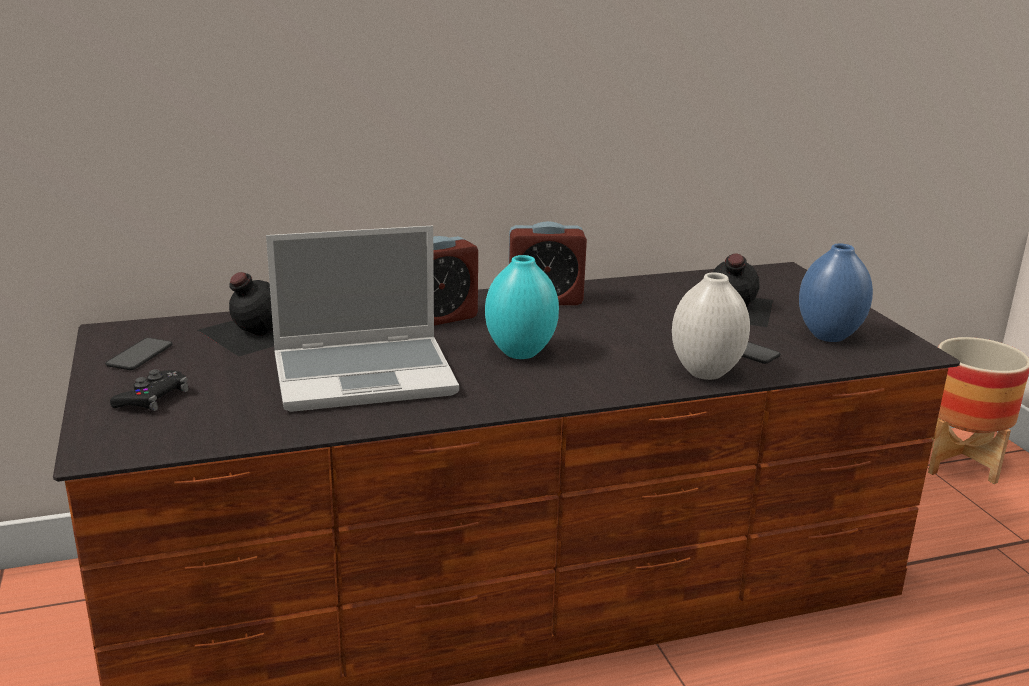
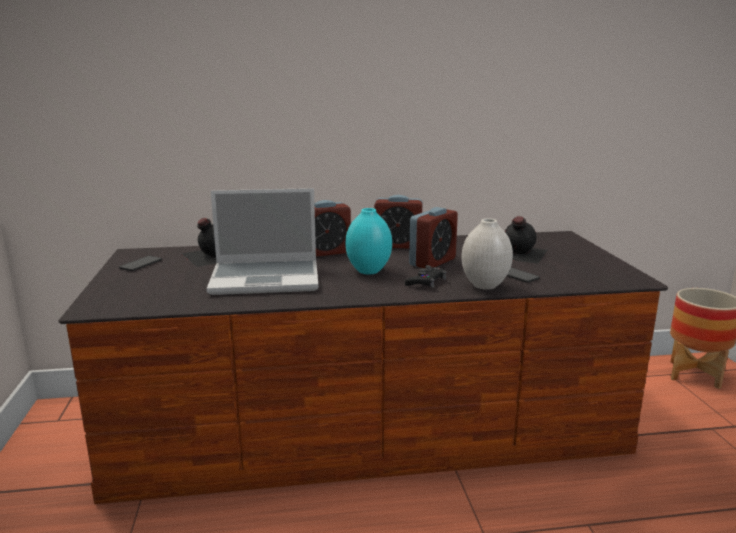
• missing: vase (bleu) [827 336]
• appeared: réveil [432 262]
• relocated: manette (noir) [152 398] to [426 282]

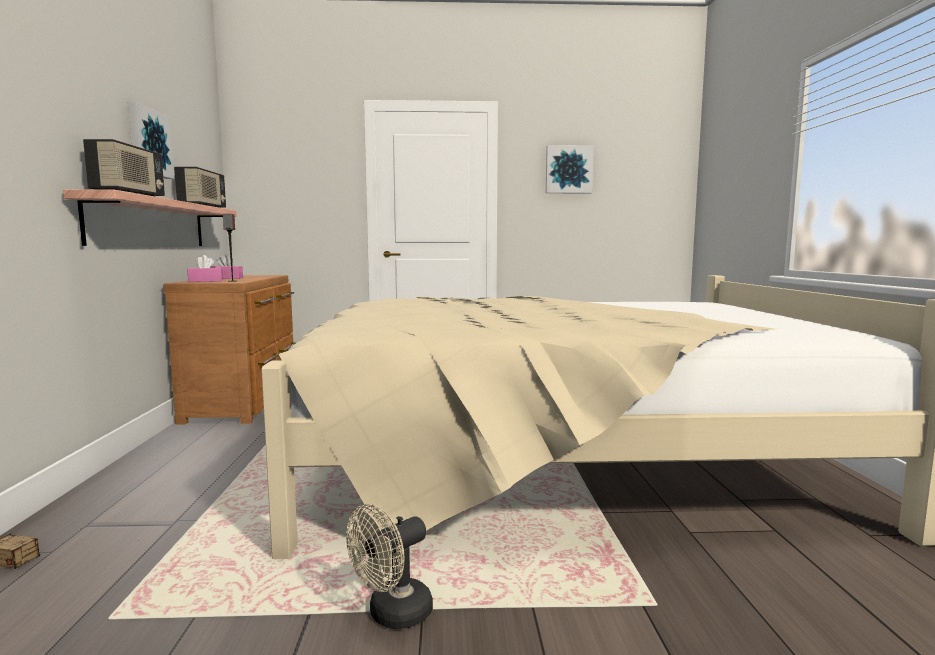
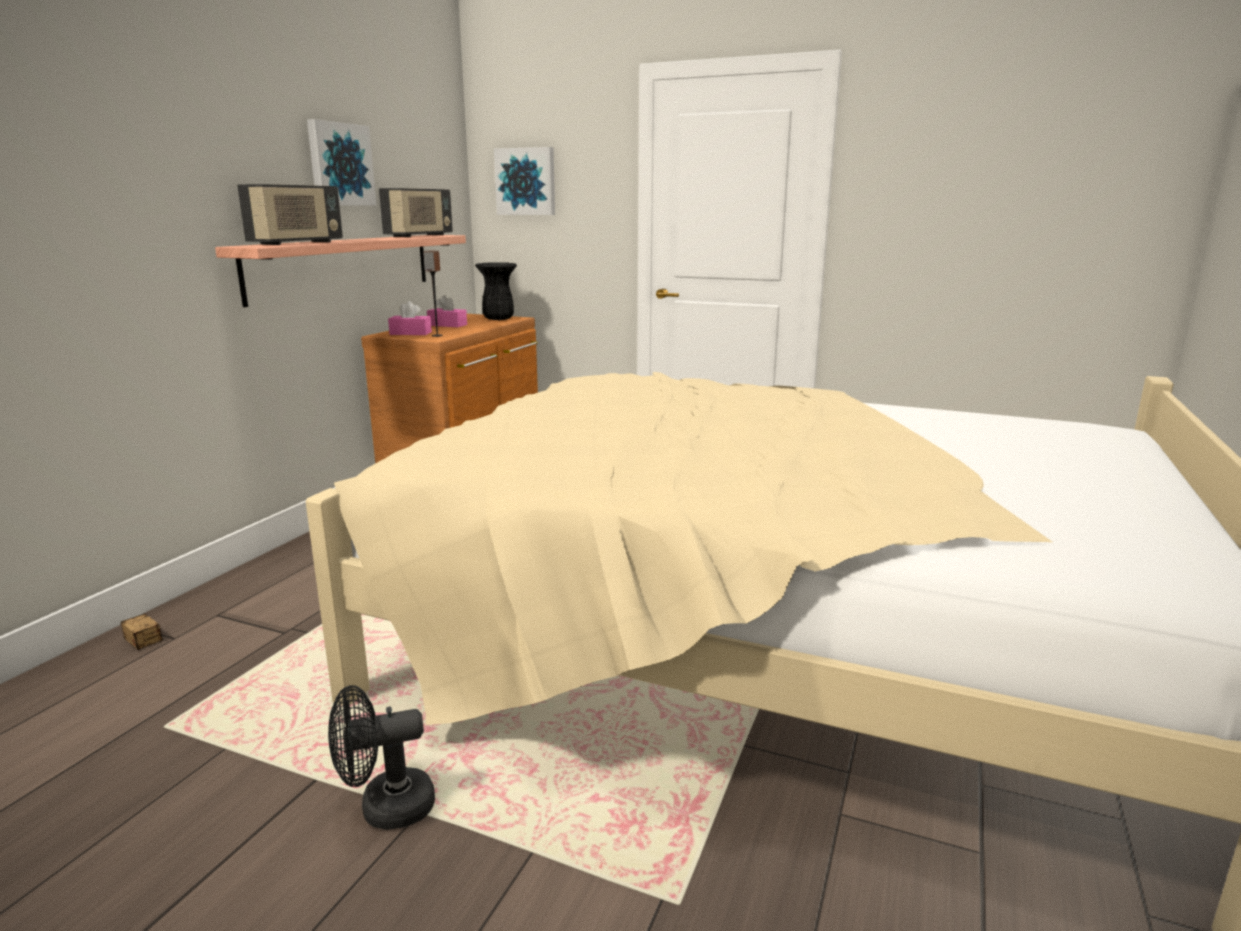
• appeared: vase (noir) [498 319]
• relocated: tableau [568 169] to [526 181]
• colour: ventilateur (beige) [392 615] to ventilateur (noir) [385 808]

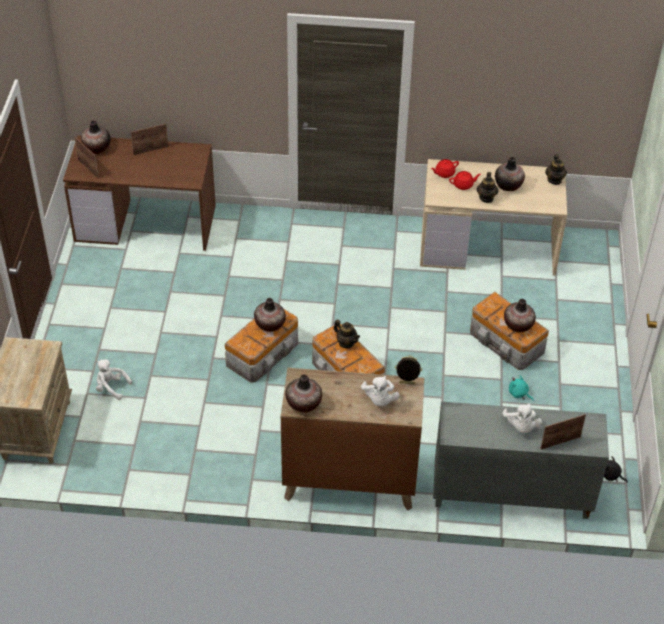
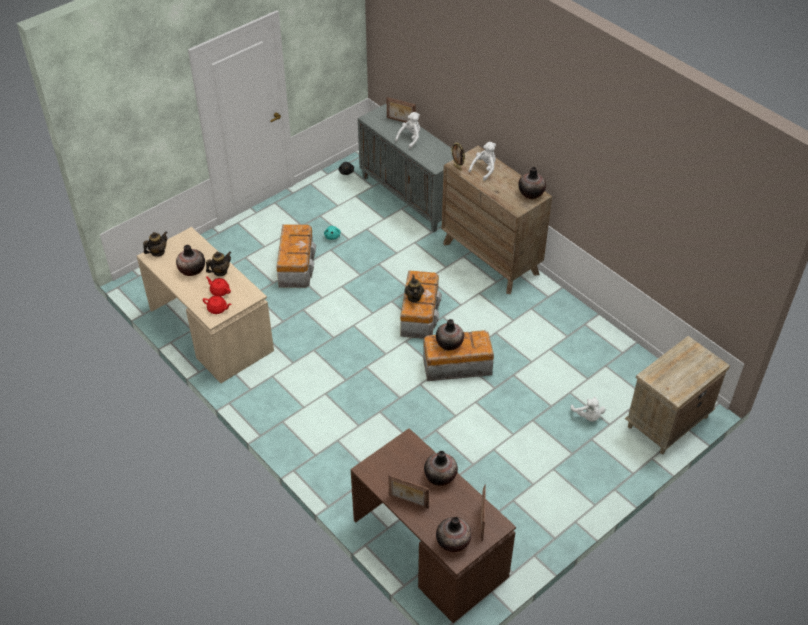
• relocated: vase [518 325] to [440 476]

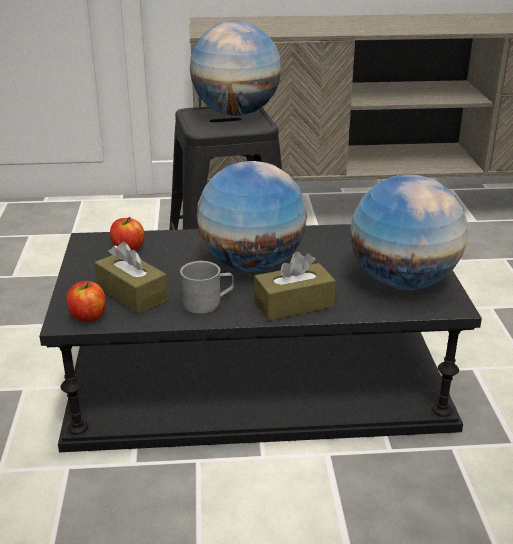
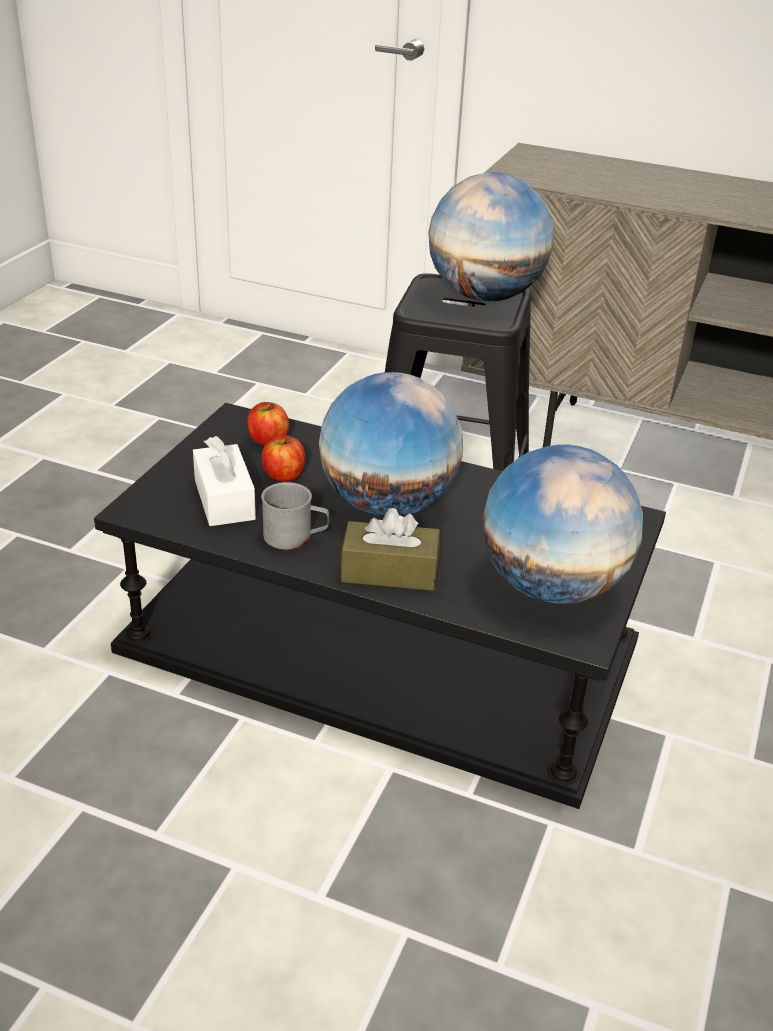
• relocated: pomme [88 316] to [283 475]
• colour: boîte à mouchoirs (marron) [132 294] to boîte à mouchoirs (blanc) [224 499]

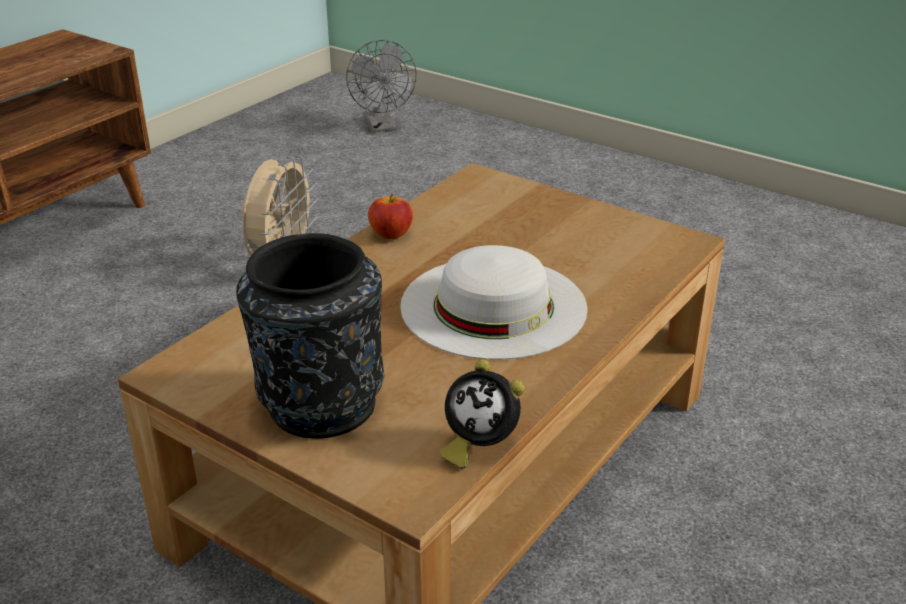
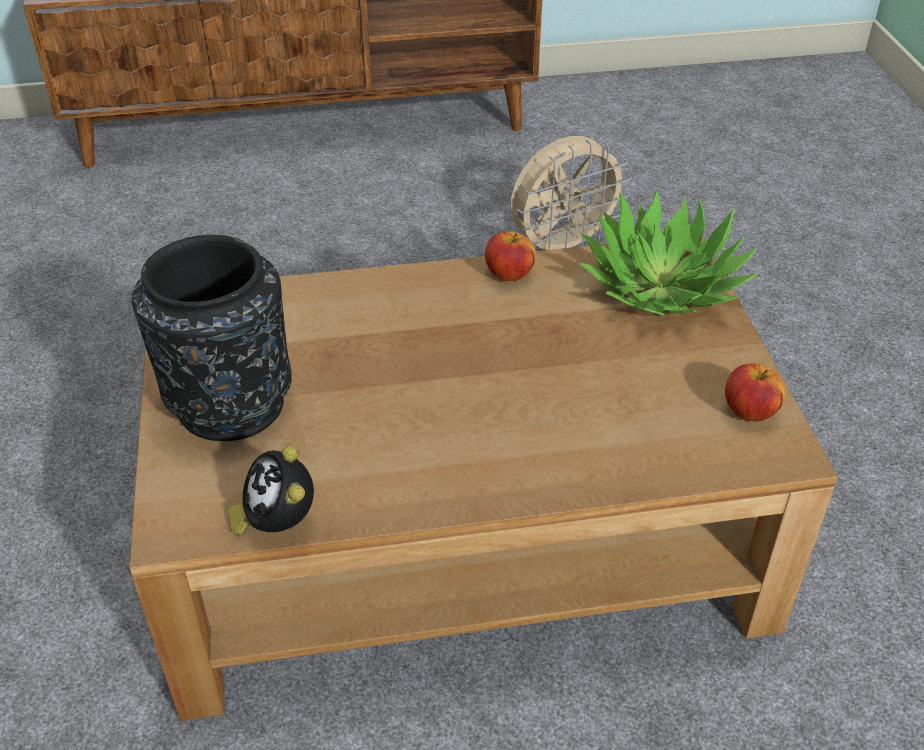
• missing: ventilateur (gris) [382 126]
• missing: chapeau (blanc) [493 306]
• appeared: plante en pot [662 285]
• appeared: pomme [749 411]

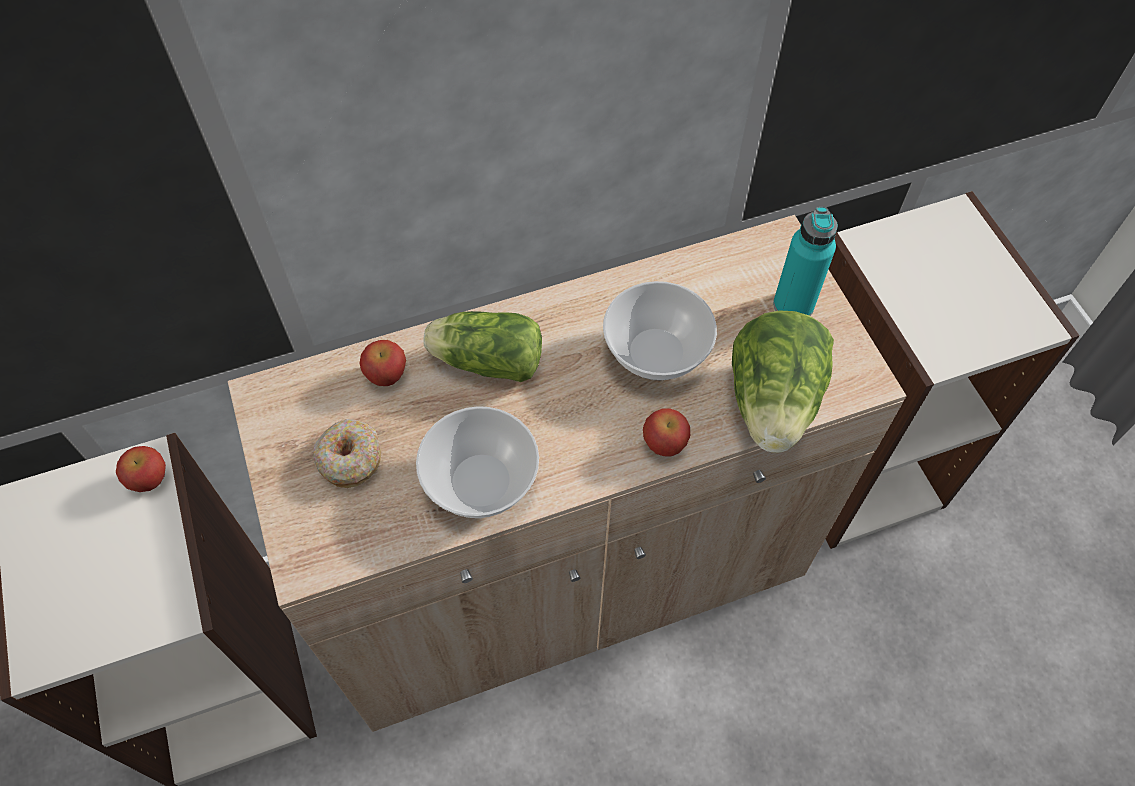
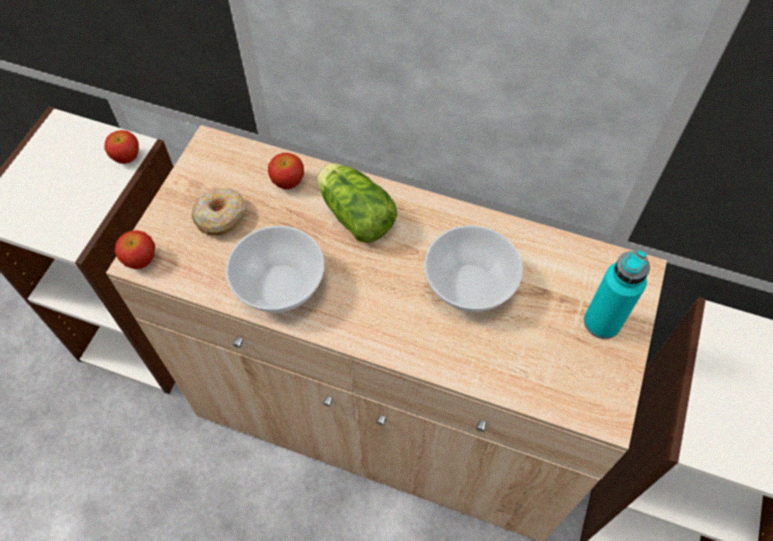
• missing: laitue [773 403]
• relocated: pomme [664 444] to [141 260]

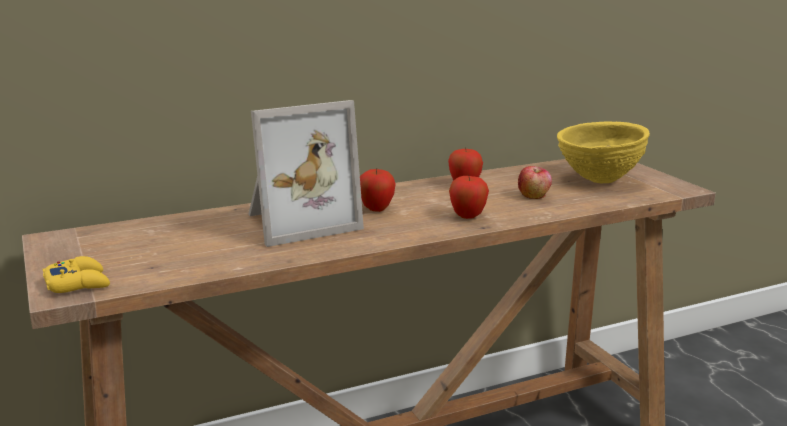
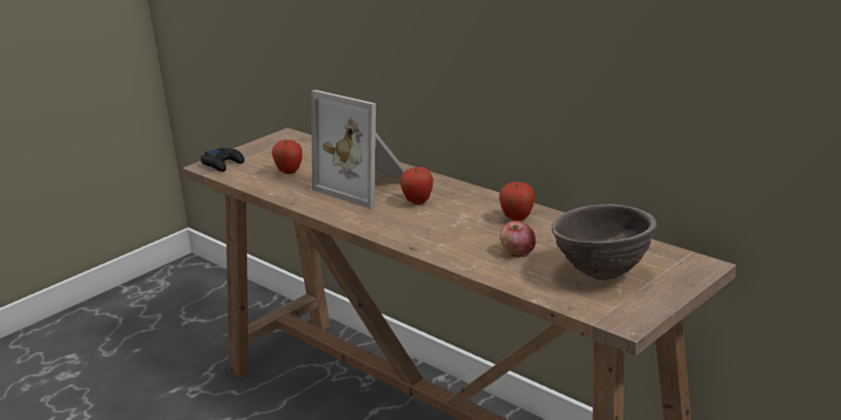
• relocated: pomme [468 217] to [289 172]
• colour: manette (jaune) [78 283] to manette (noir) [223 164]
• colour: bol (jaune) [599 181] to bol (marron) [603 274]

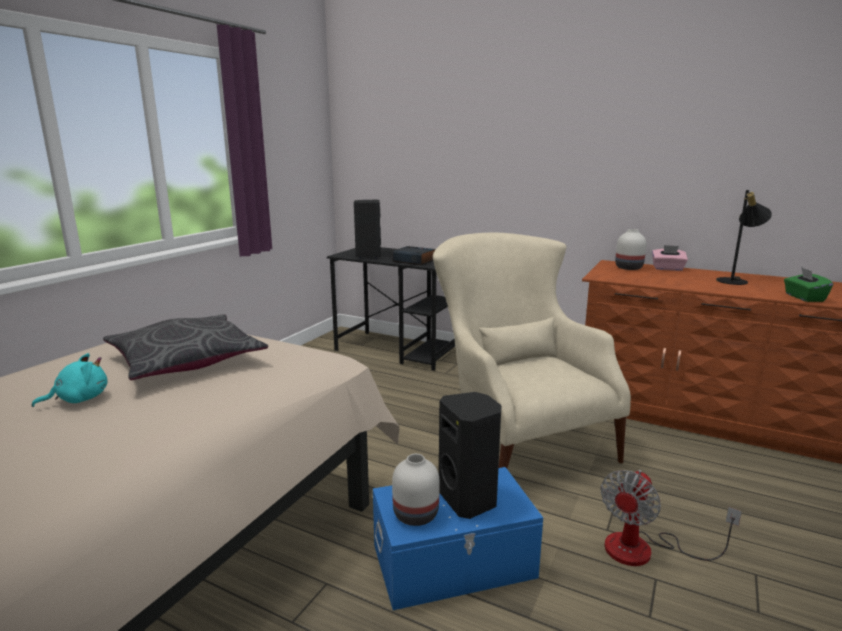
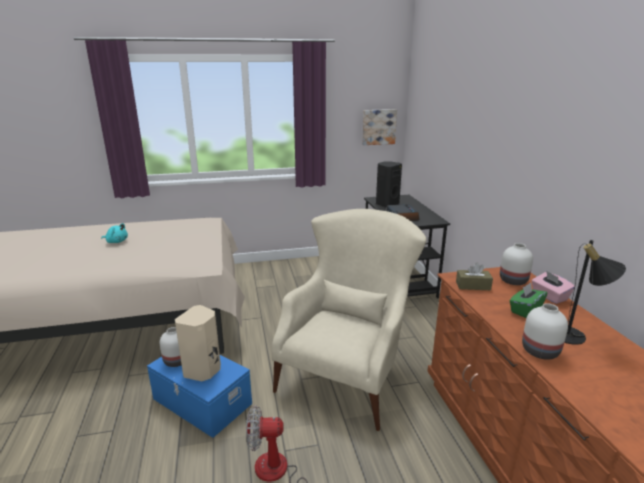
• missing: coussin (gris) [187 360]
• appeared: tableau [378 127]
• appeared: boîte à mouchoirs (marron) [473 286]
• appeared: vase (blanc) [539 351]
• relocated: boîte à mouchoirs (vert) [804 298] to [525 310]
• colour: enceinte (noir) [469 500] to enceinte (beige) [203 371]

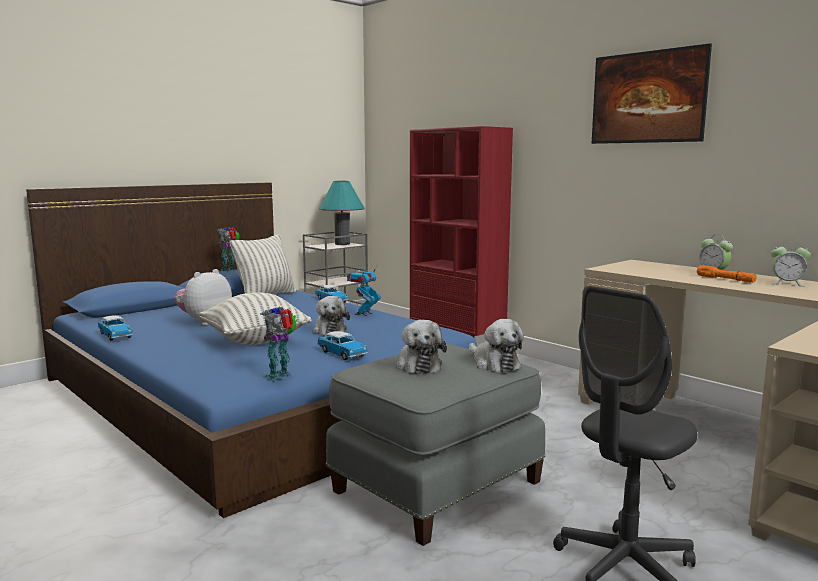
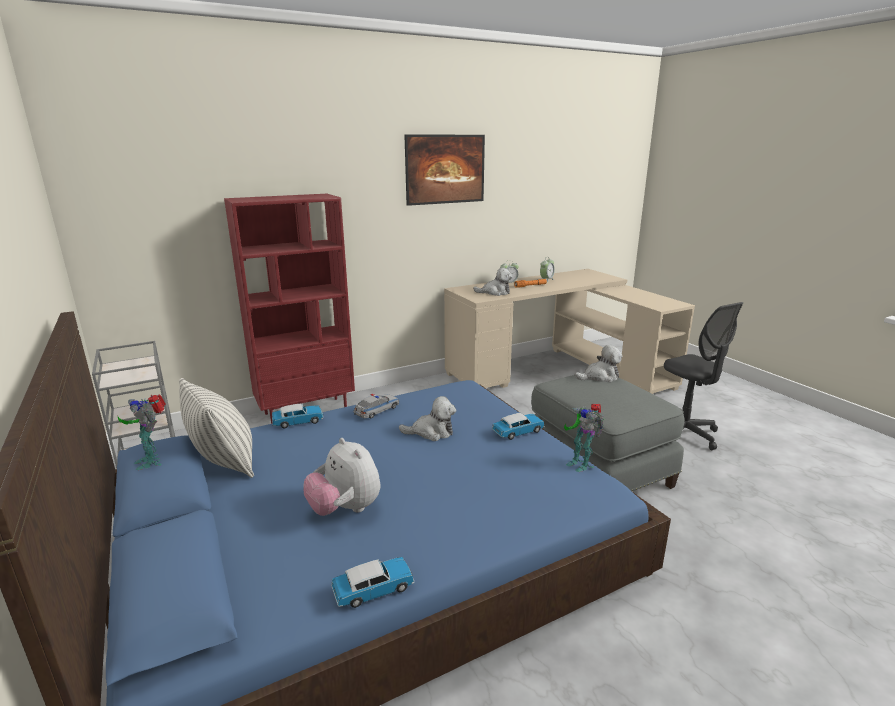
• missing: coussin [255 340]
• missing: lampe de table (turquoise) [342 244]
• relocated: peluche [418 365] to [495 292]
• exchanged: robot jouet [363 314] to petite voiture [377 410]

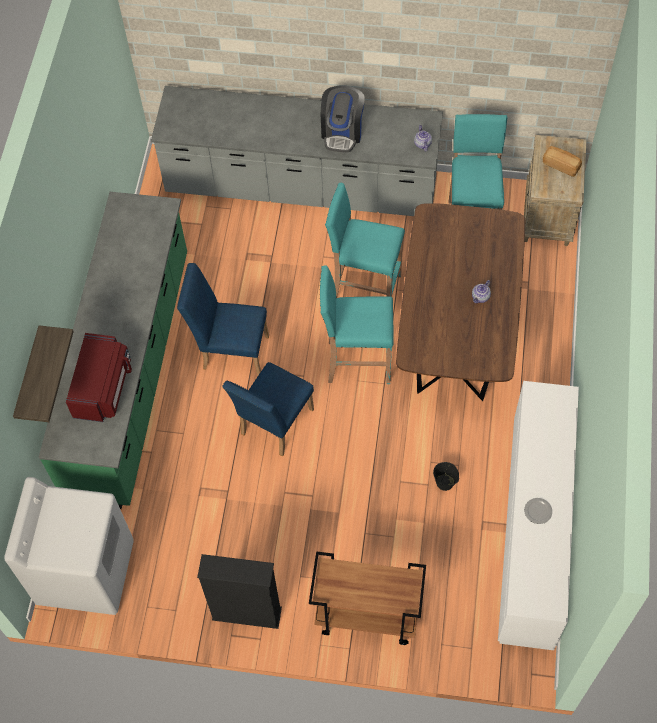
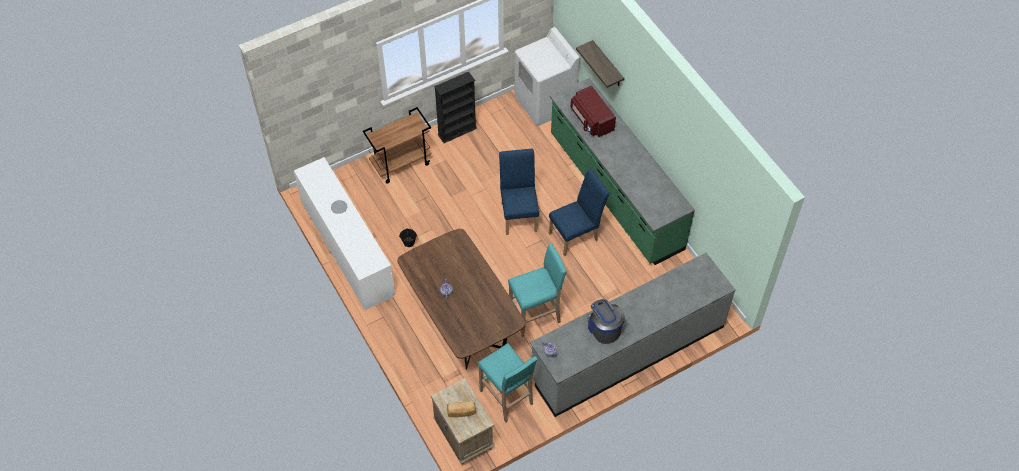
• missing: tabouret (turquoise) [357 362]

